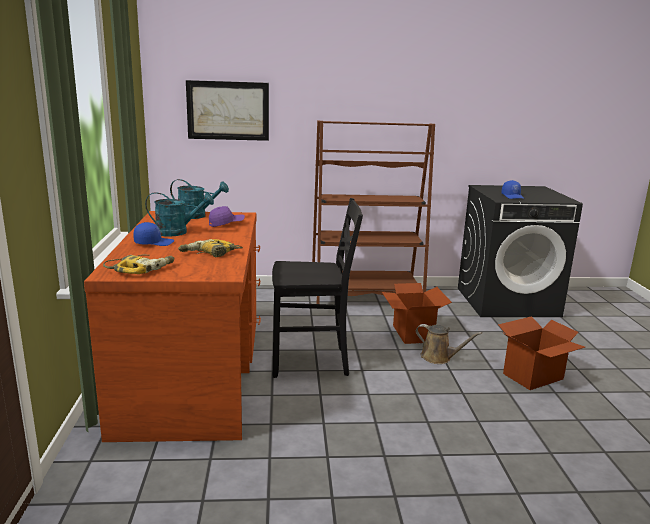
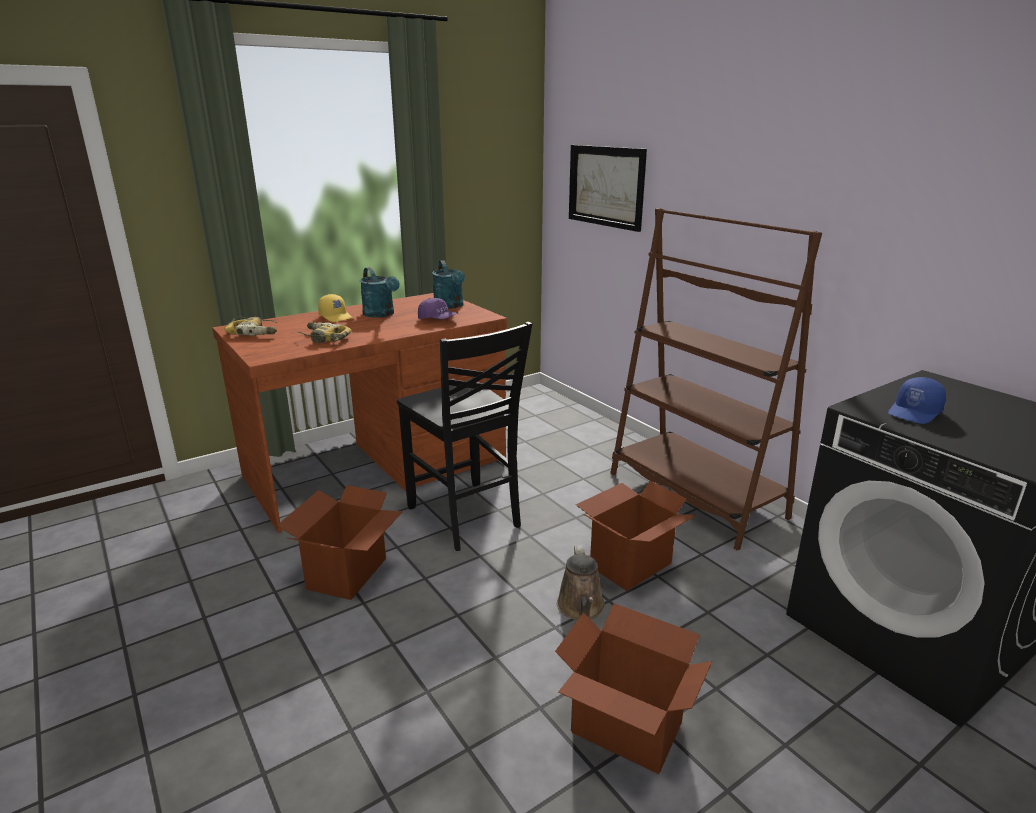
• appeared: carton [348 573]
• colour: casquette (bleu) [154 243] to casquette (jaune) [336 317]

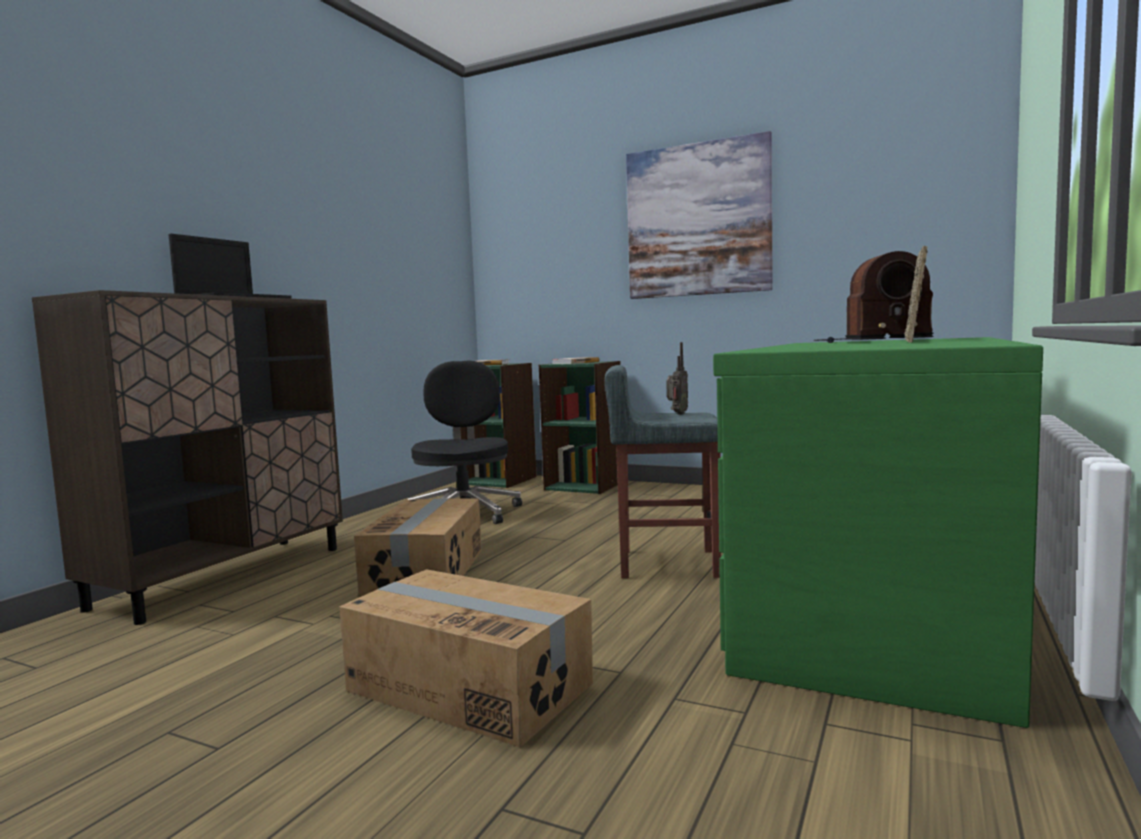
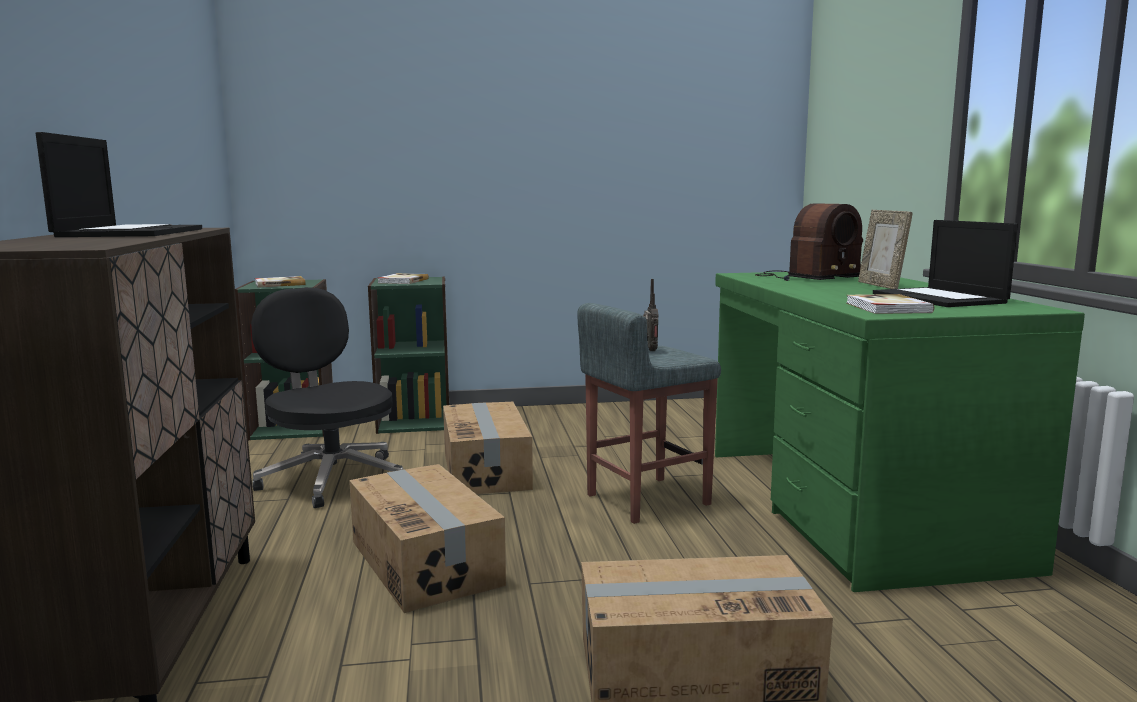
• missing: tableau [697 220]
• appeared: carton [487 470]
• appeared: livre [887 308]
• appeared: ordinateur portable [940 298]

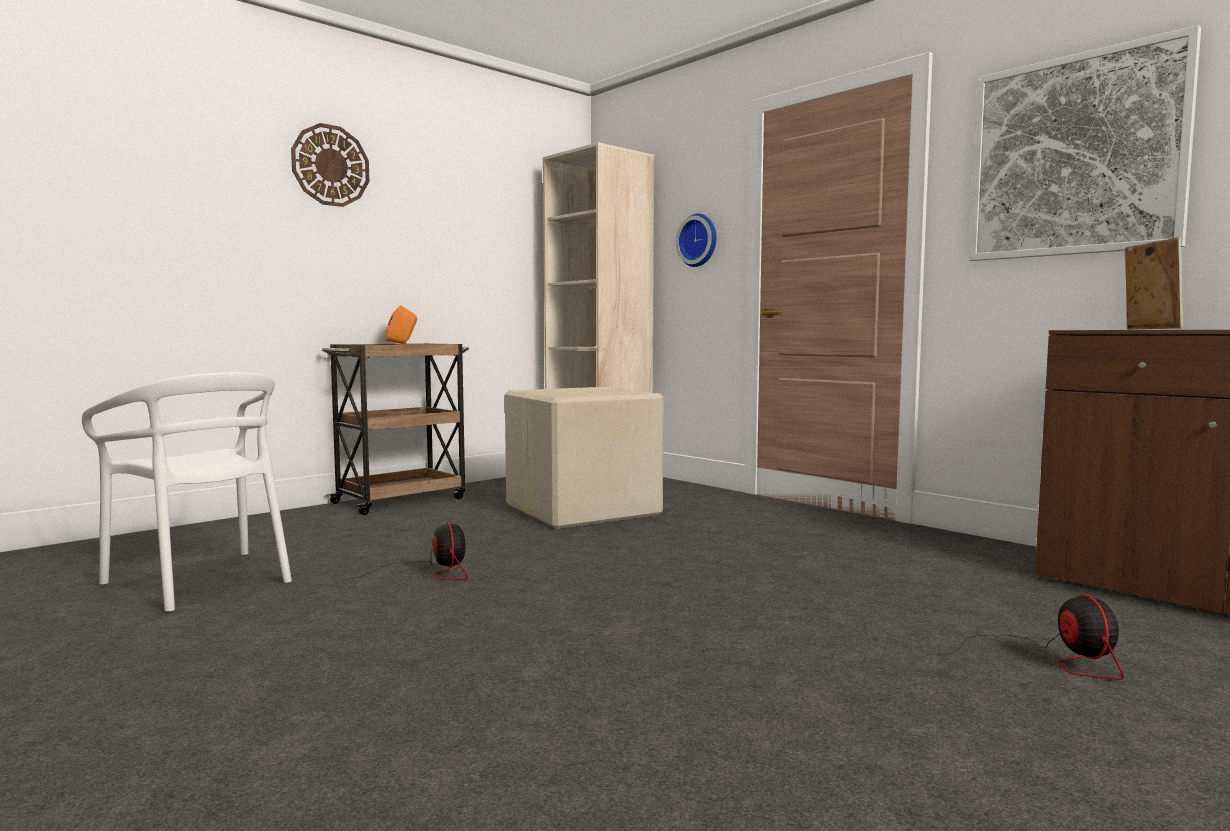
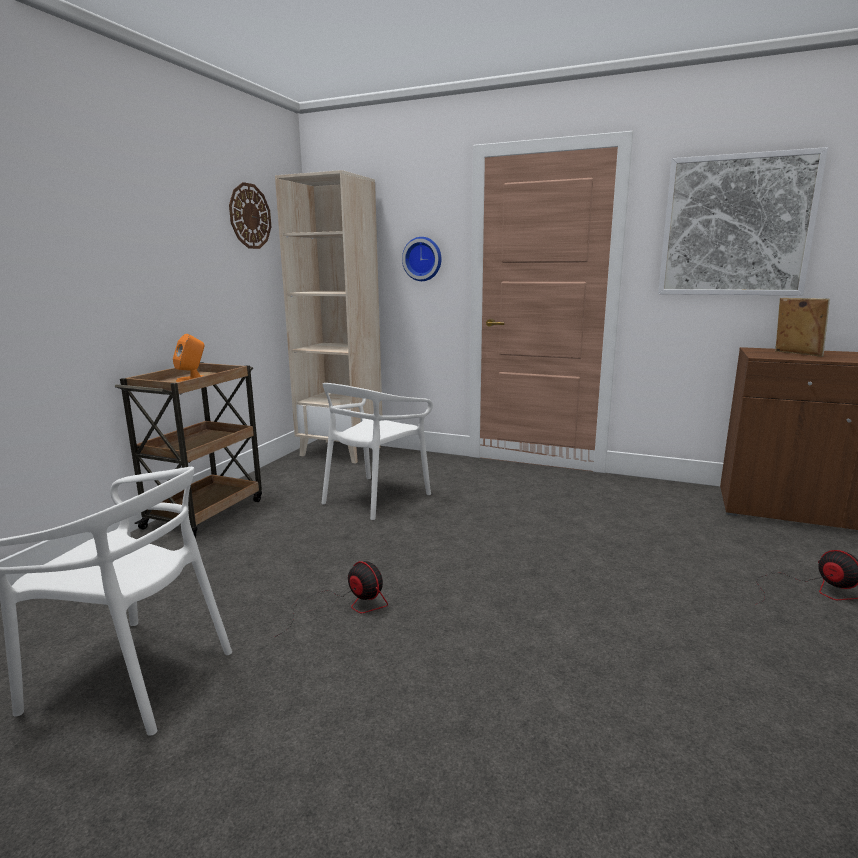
• relocated: horloge murale [330 165] to [250 216]
• exchanged: carton [580 510] to chaise (blanc) [375 497]

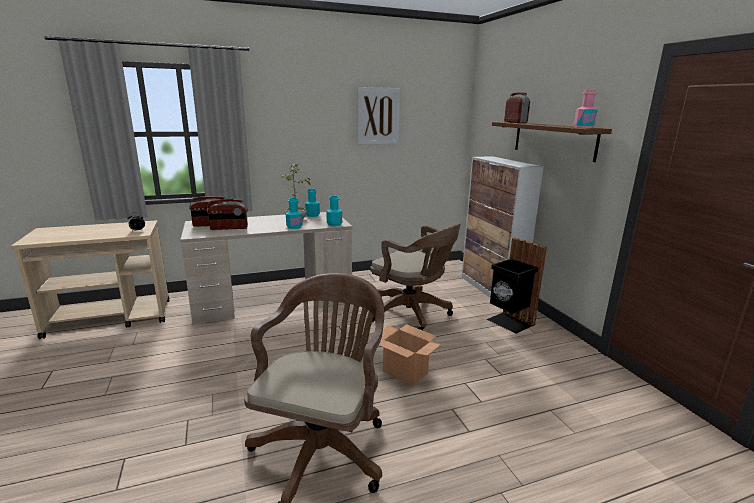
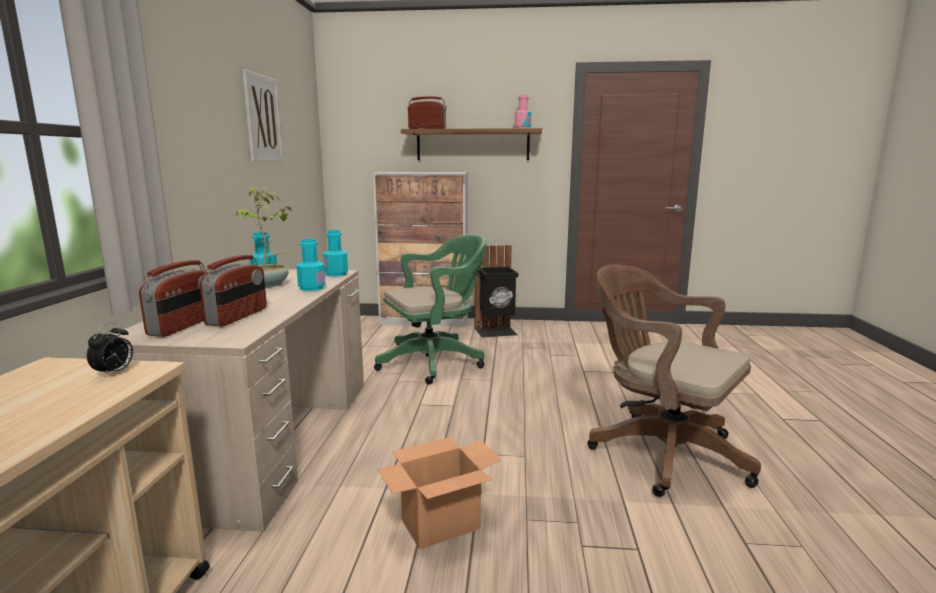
• relocated: carton [404 372] to [440 525]
• colour: chaise de bureau (marron) [412 314] to chaise de bureau (vert) [435 362]

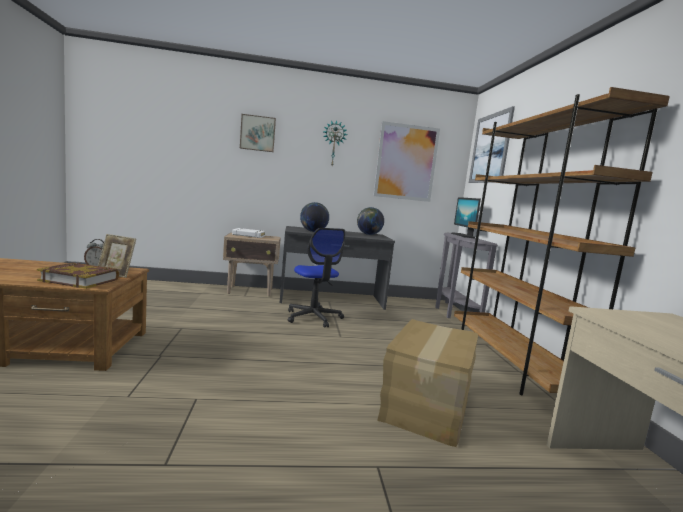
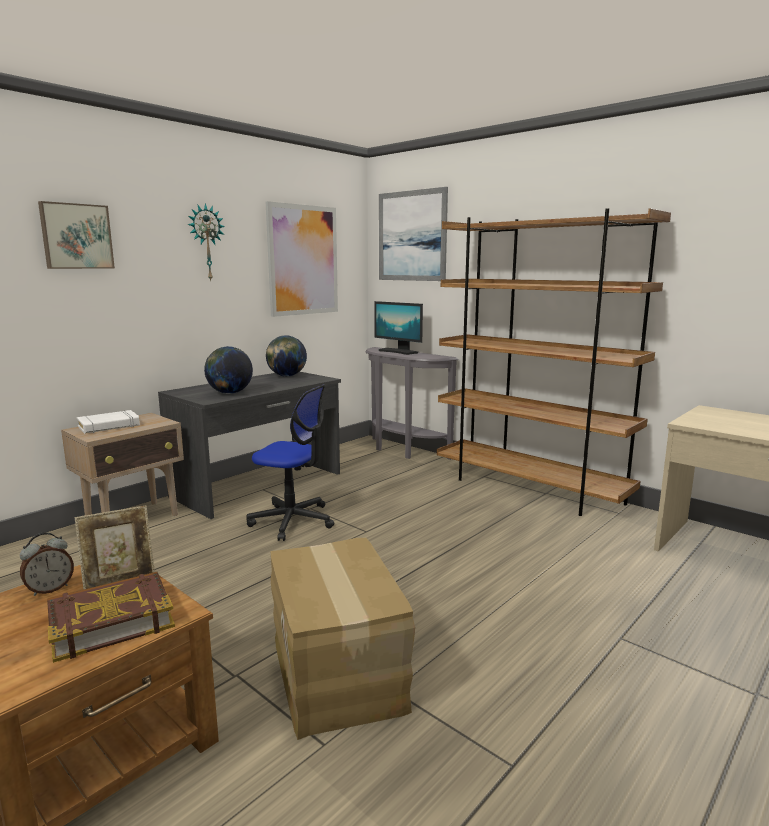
• relocated: carton [427 407] to [339 671]

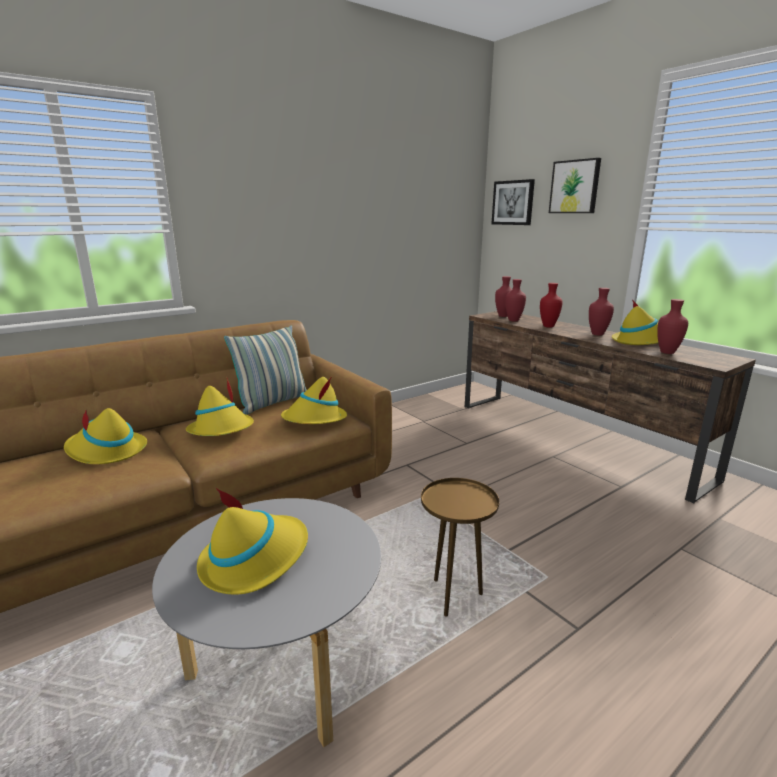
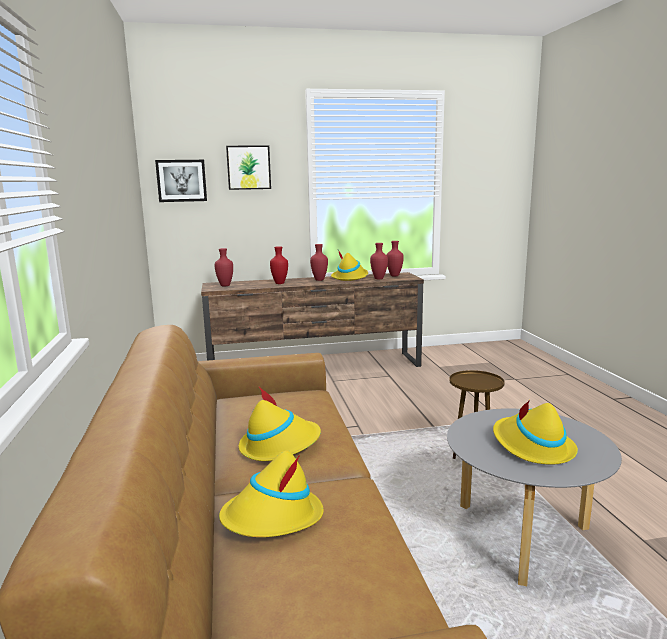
• missing: coussin [272 403]
• missing: chapeau (jaune) [314 419]
• relocated: vase (rouge) [514 320] to [395 275]

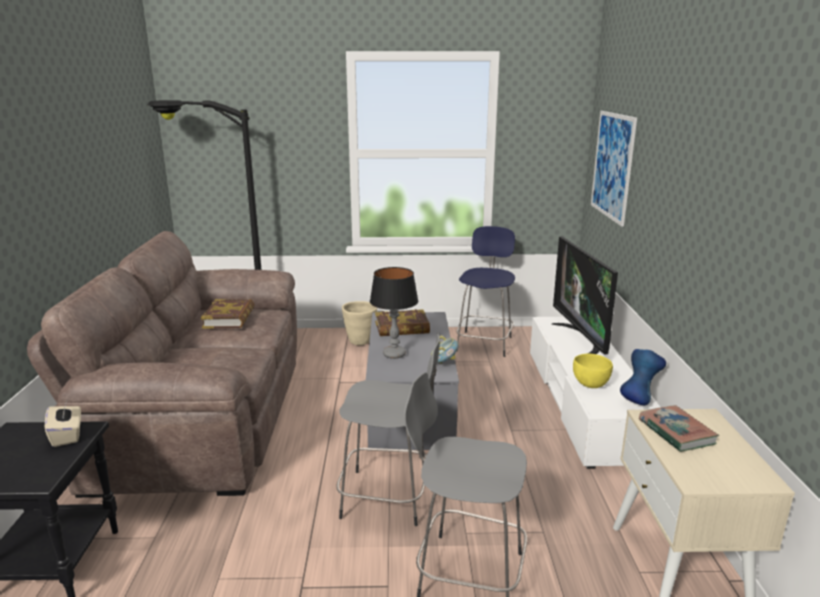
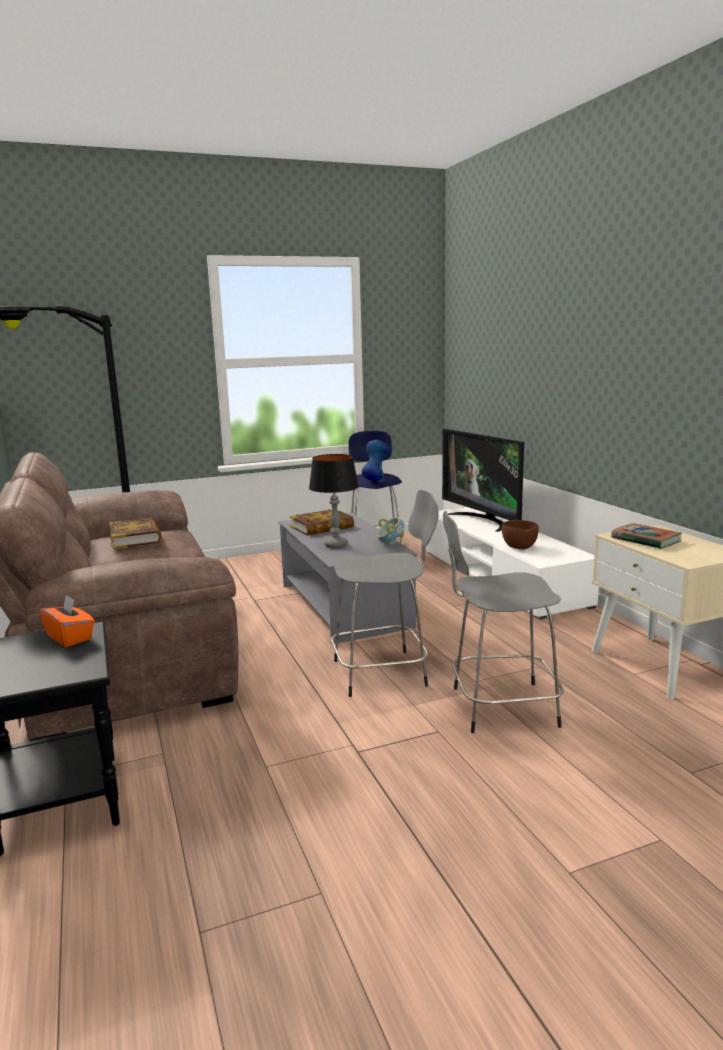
• missing: cache-pot (beige) [360 341]
• missing: tableau [612 165]
• relocated: vase (bleu) [638 400] to [375 480]
• colour: boîte à mouchoirs (beige) [67 435] to boîte à mouchoirs (orange) [70 637]
• colour: bol (jaune) [590 384] to bol (marron) [519 547]

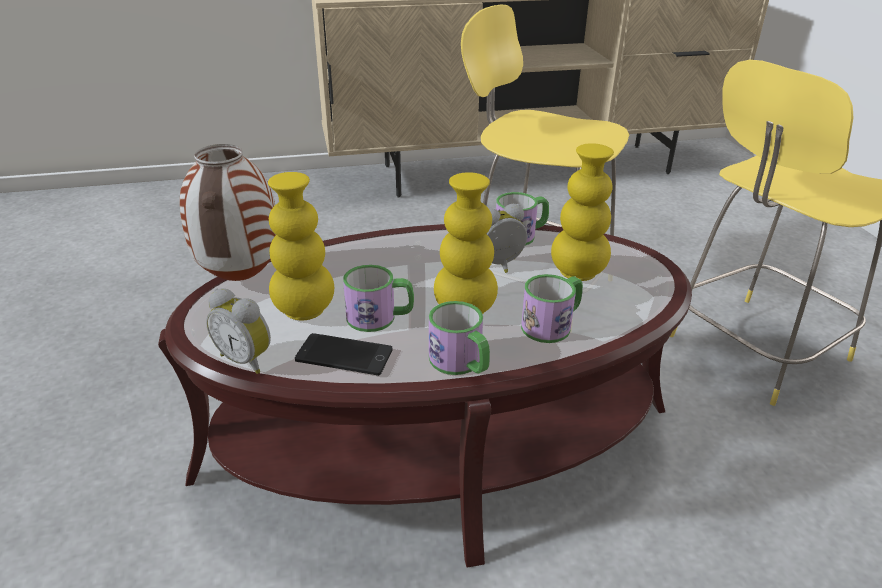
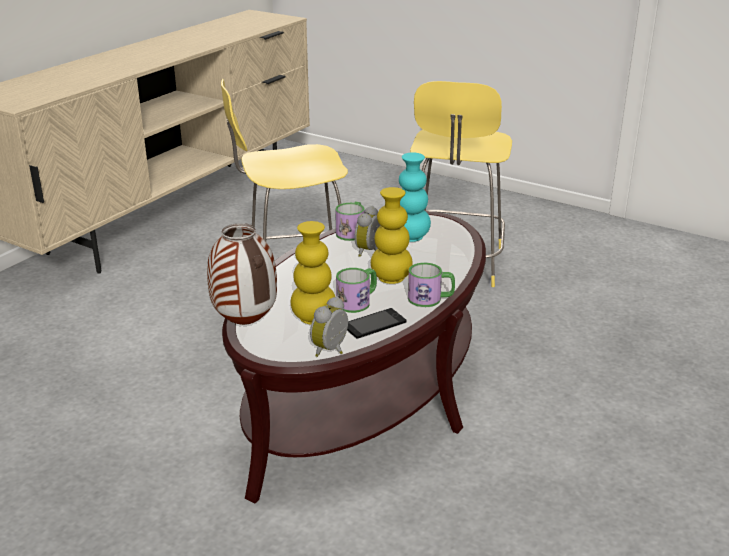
• missing: mug [552 324]
• colour: vase (jaune) [577 273] to vase (turquoise) [410 237]
• spun: réveil [247 359] = [332 350] 135 degrees clockwise

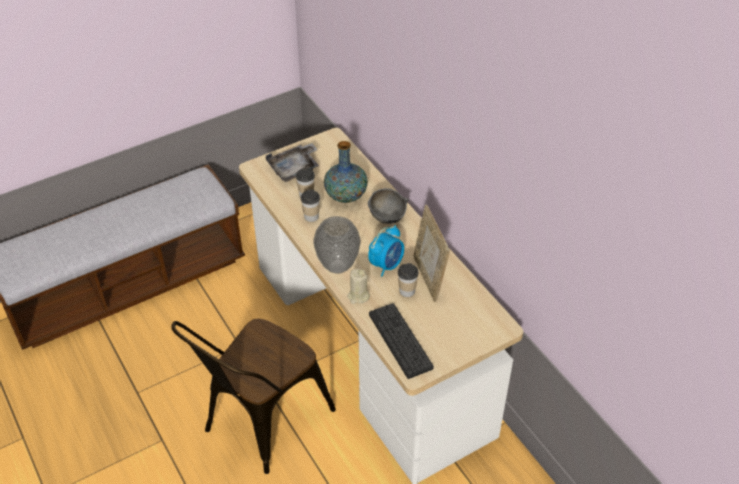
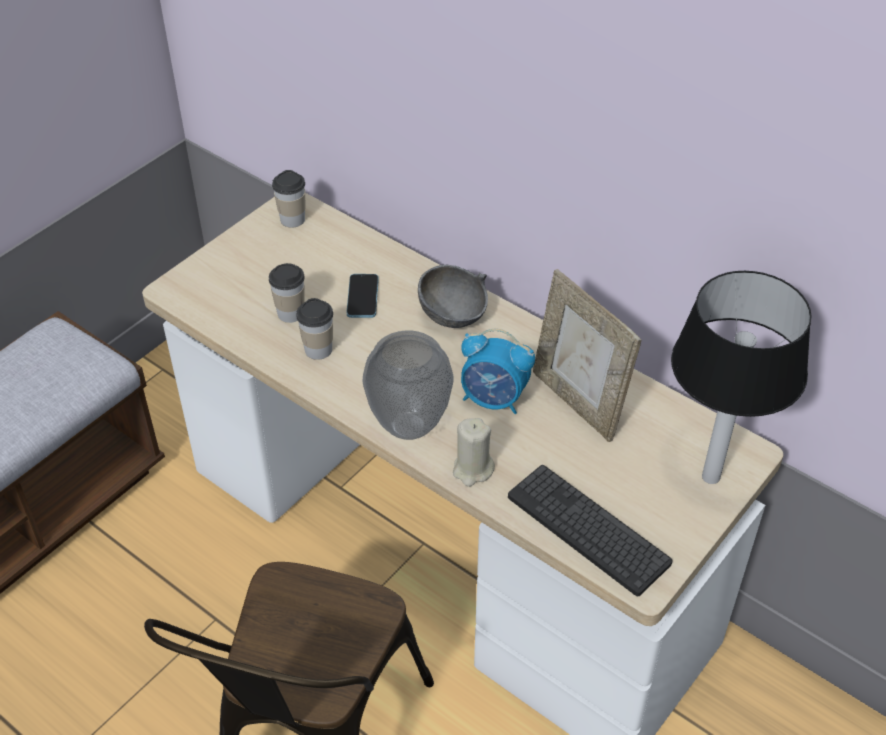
• missing: plateau (gris) [294 168]
• appeared: lampe de table [712 476]
• relocated: tasse [407 291] to [292 219]
• exchanged: vase [346 195] to téléphone [362 297]
• spun: réveil [386 265] = [494 399] 90 degrees clockwise

